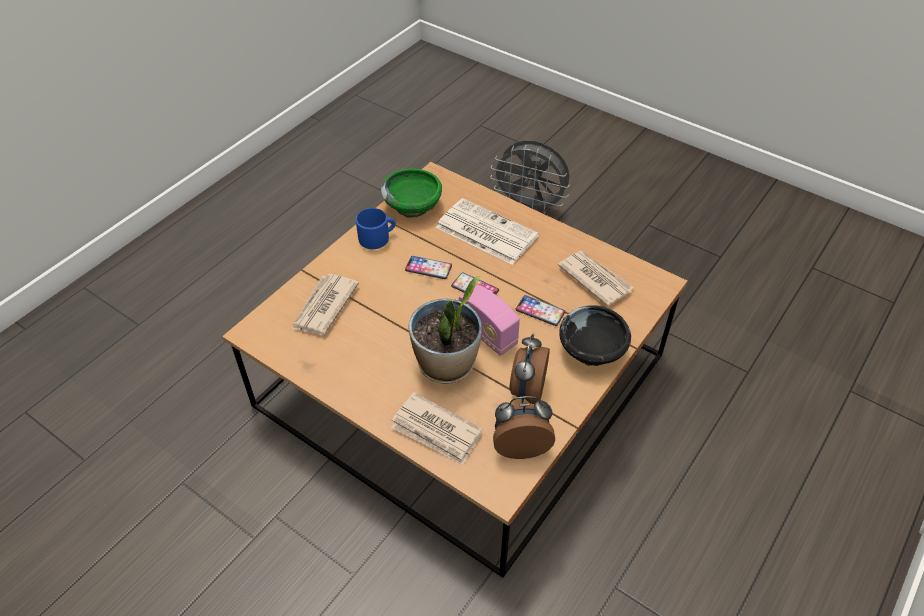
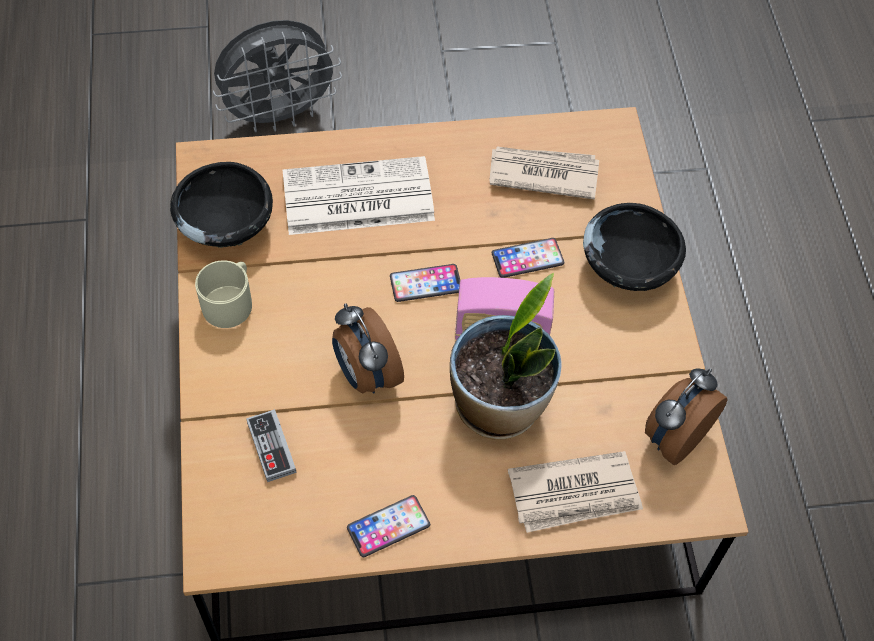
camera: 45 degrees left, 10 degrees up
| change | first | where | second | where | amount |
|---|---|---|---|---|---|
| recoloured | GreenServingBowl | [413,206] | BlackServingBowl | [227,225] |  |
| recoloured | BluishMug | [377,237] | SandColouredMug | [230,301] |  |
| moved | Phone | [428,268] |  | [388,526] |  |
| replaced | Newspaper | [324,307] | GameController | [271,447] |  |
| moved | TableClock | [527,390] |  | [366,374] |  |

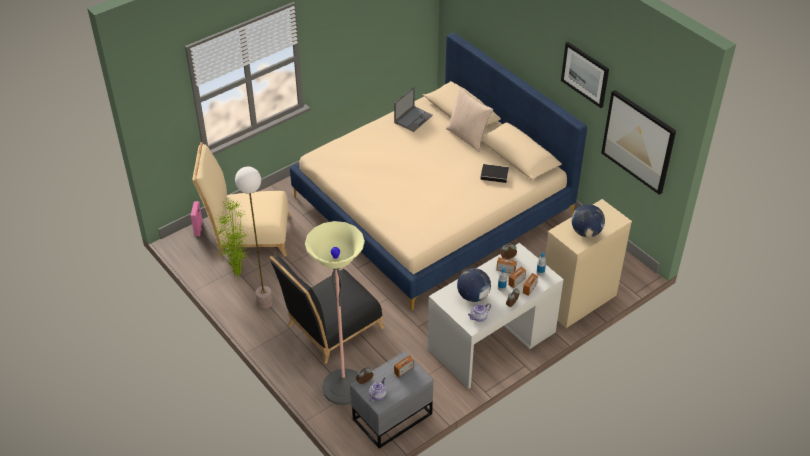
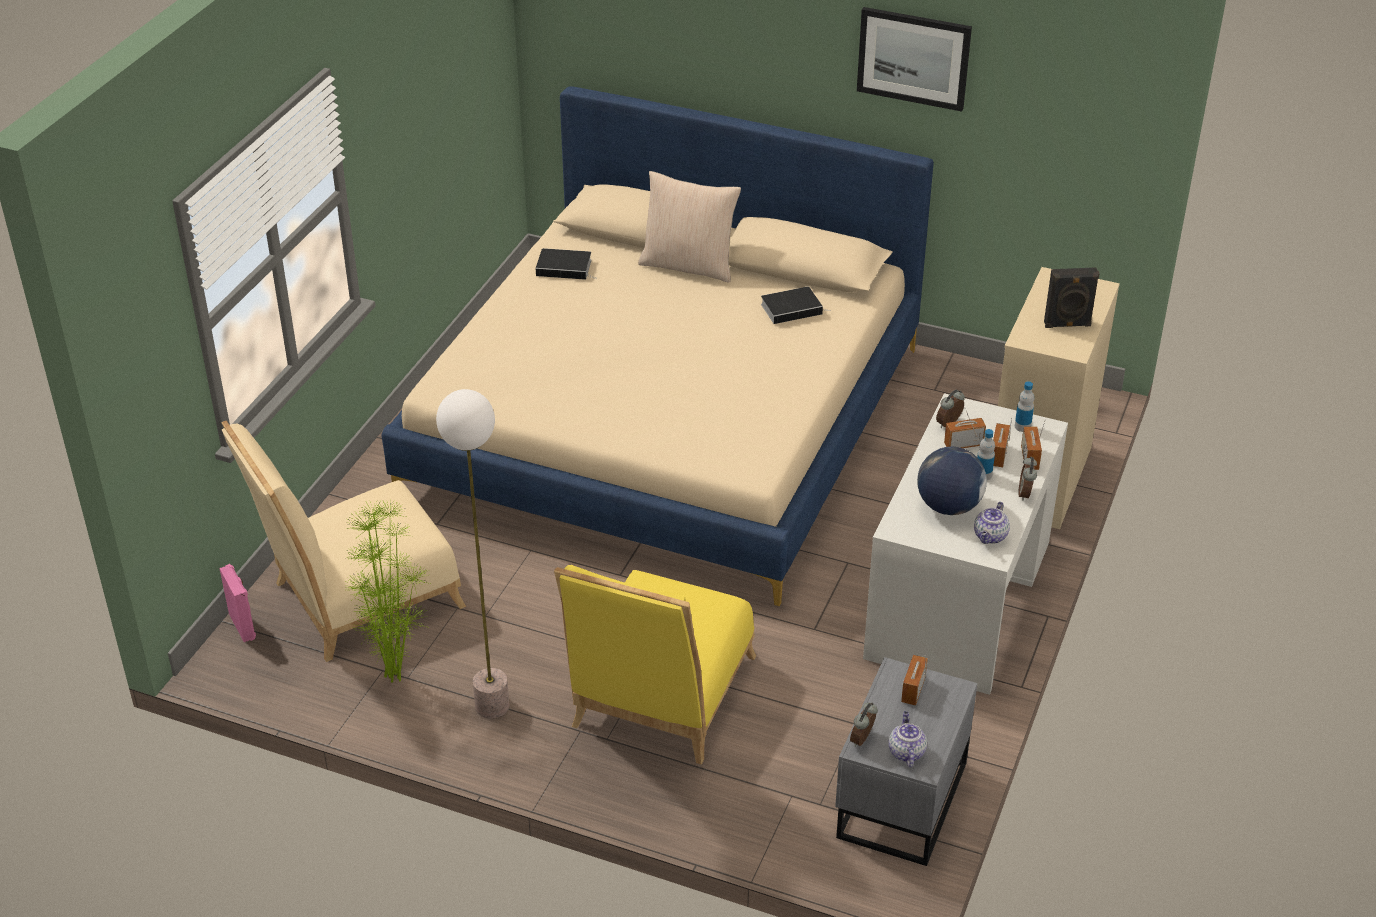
camera: 30 degrees left, 5 degrees down
| change | first | where | second | where | amount |
|---|---|---|---|---|---|
| replaced | PortableComputer | [413,118] | Book | [566,267] |  |
| removed | WallPicture | [638,141] |  |  |  |
| replaced | WorldGlobe | [586,232] | BlackSpeaker | [1067,325] |  |
| removed | StandingLamp | [344,387] |  |  |  |
| recoloured | BlackPlainChair | [330,329] | YellowishPlainChair | [660,700] |  |

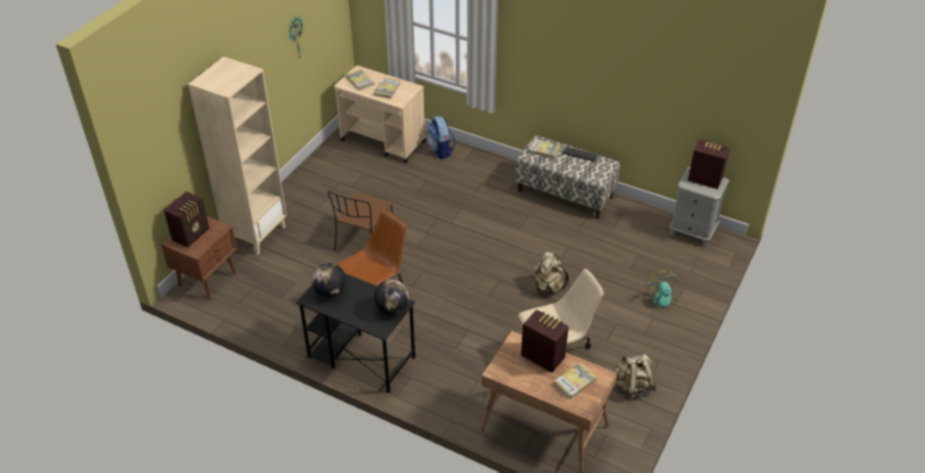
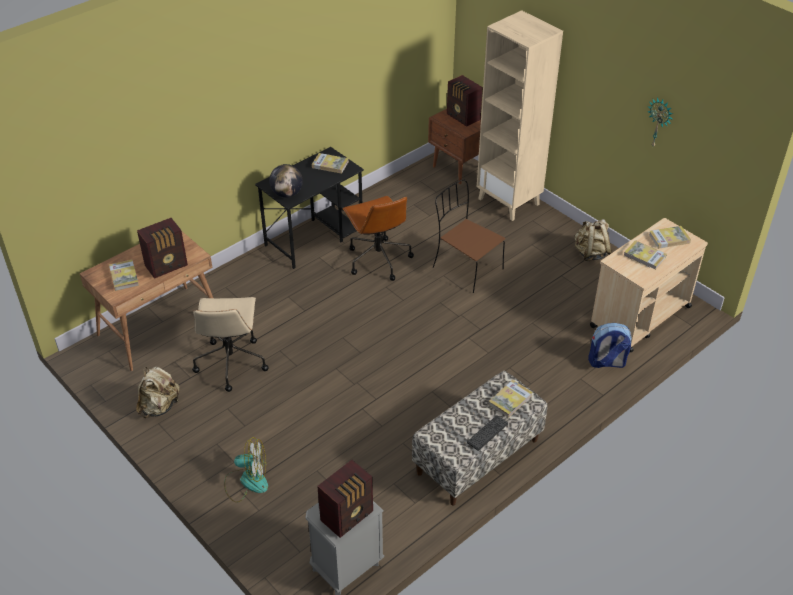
camera: 110 degrees right, 0 degrees up
| change | first | where | second | where | amount |
|---|---|---|---|---|---|
| moved | SandColouredBackpack | [548,287] |  | [591,253] |  |
| replaced | WorldGlobe | [330,292] | Book | [330,164] |  |

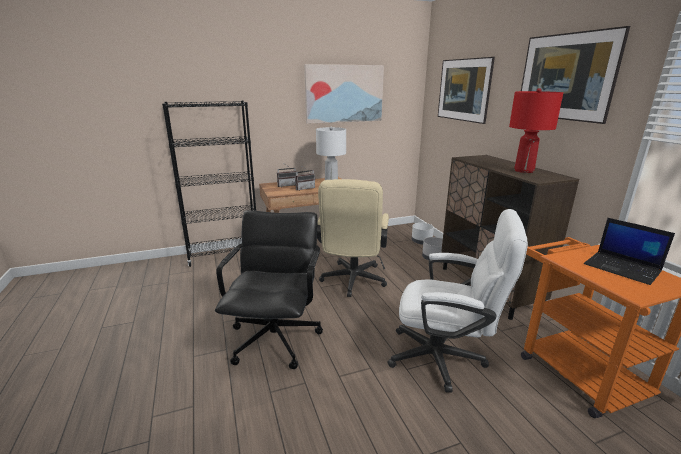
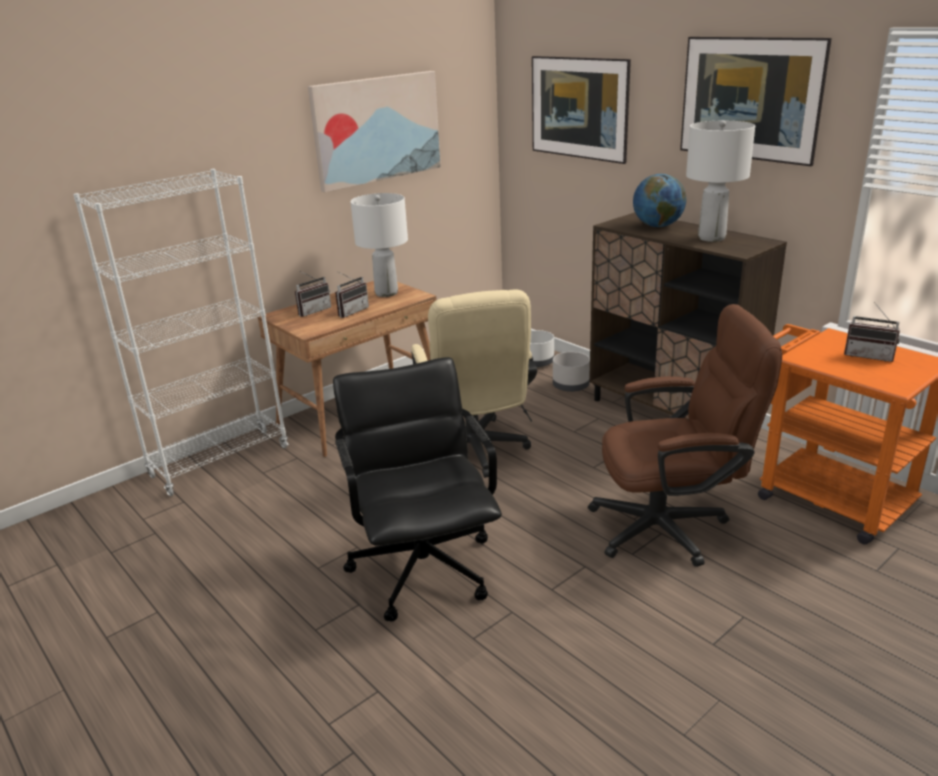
camera: 20 degrees left, 5 degrees up
| change | first | where | second | where | amount |
|---|---|---|---|---|---|
| recoloured | RedLampForATable | [524,171] | WhiteColouredLampForATable | [712,238] |  |
| recoloured | BlackShelvingUnit | [224,256] | WhiteColouredShelvingUnit | [220,462] |  |
| recoloured | WhiteColouredDeskChair | [445,358] | BrownColouredDeskChair | [671,526] |  |
| replaced | PortableComputer | [623,268] | RadioSet | [869,355] |  |
| added |  |  | WorldGlobe | [657,226] |  |

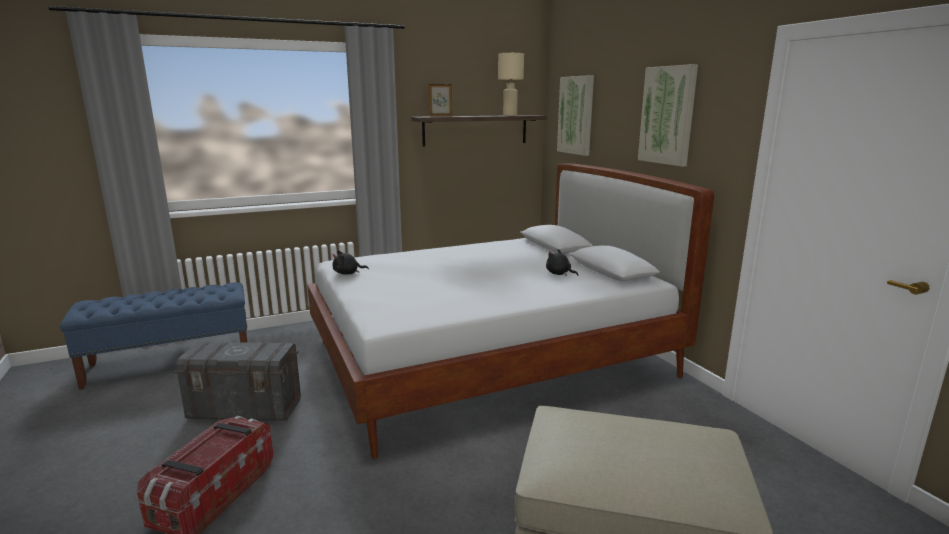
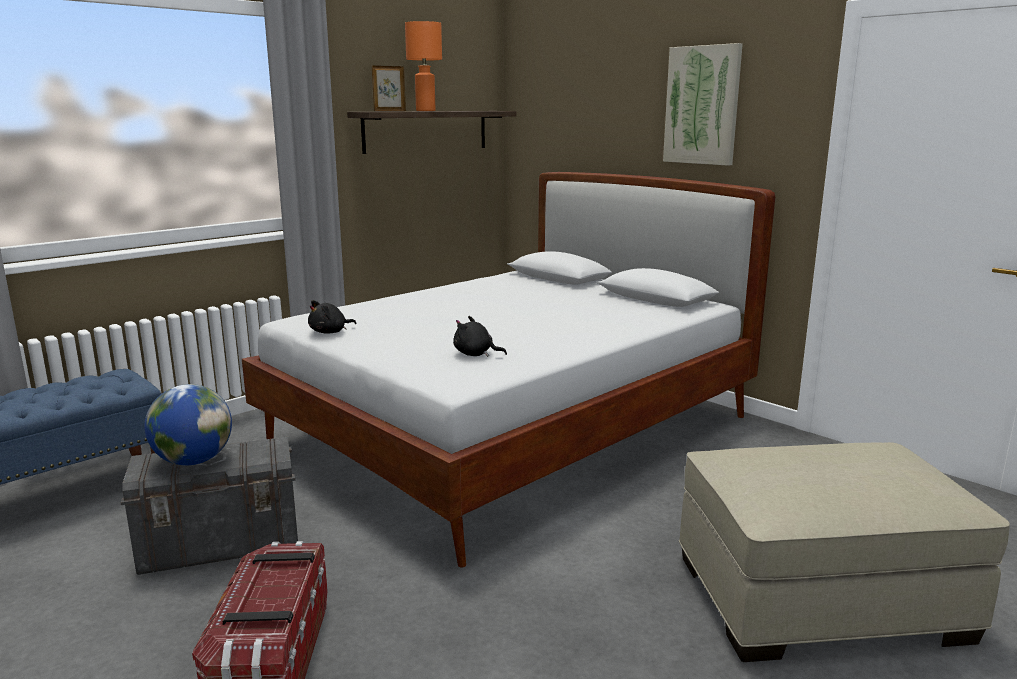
camera: 20 degrees left, 0 degrees up
| change | first | where | second | where | amount |
|---|---|---|---|---|---|
| removed | SandColouredLampForATable | [509,115] |  |  |  |
| removed | WallPicture | [576,115] |  |  |  |
| moved | BlackCuddlyToy | [559,274] |  | [475,354] |  |
| added |  |  | OrangeLampForATable | [425,111] |  |
| added |  |  | WorldGlobe | [193,461] |  |

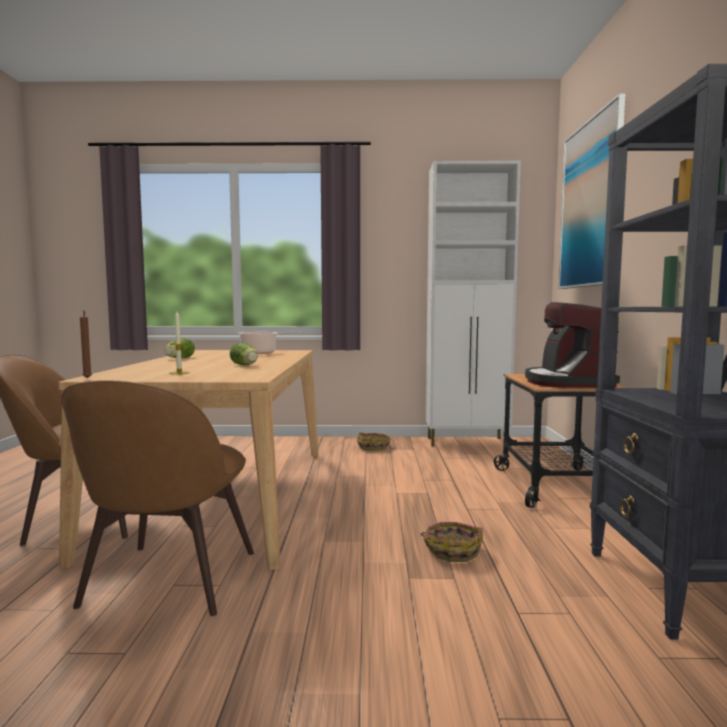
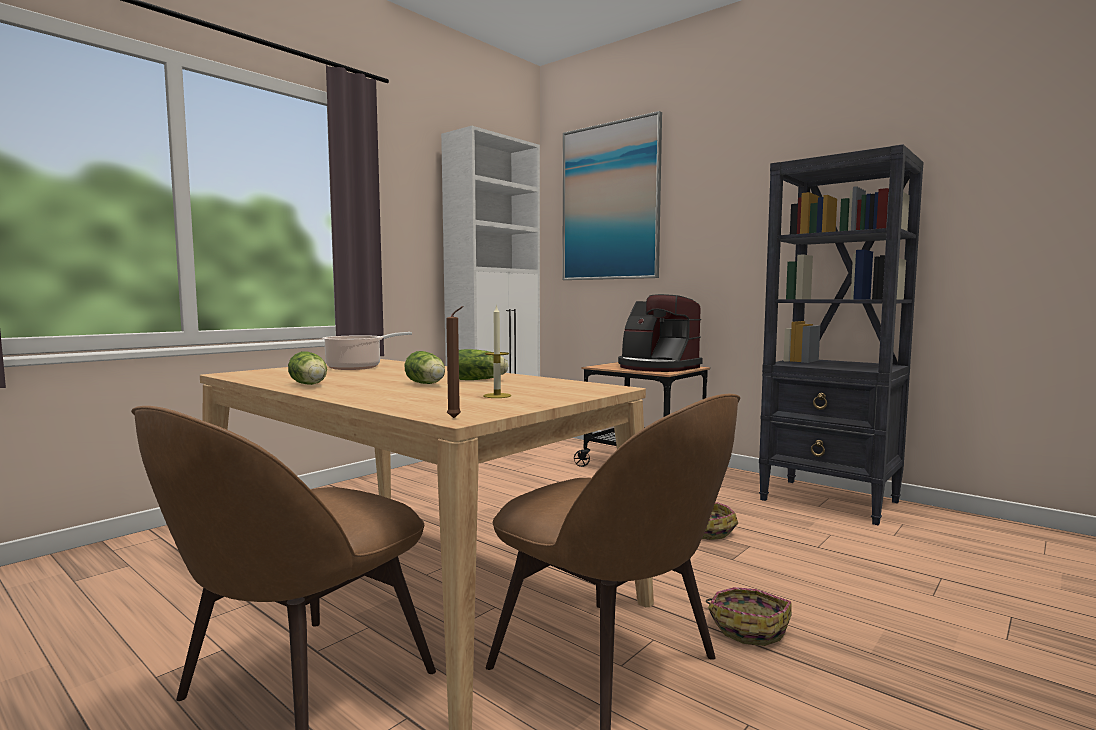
camera: 50 degrees left, 0 degrees up
| change | first | where | second | where | amount |
|---|---|---|---|---|---|
| moved | HouseholdBasket | [373,446] |  | [748,627] |  |
| added |  |  | LettuceHead | [427,384] |  |

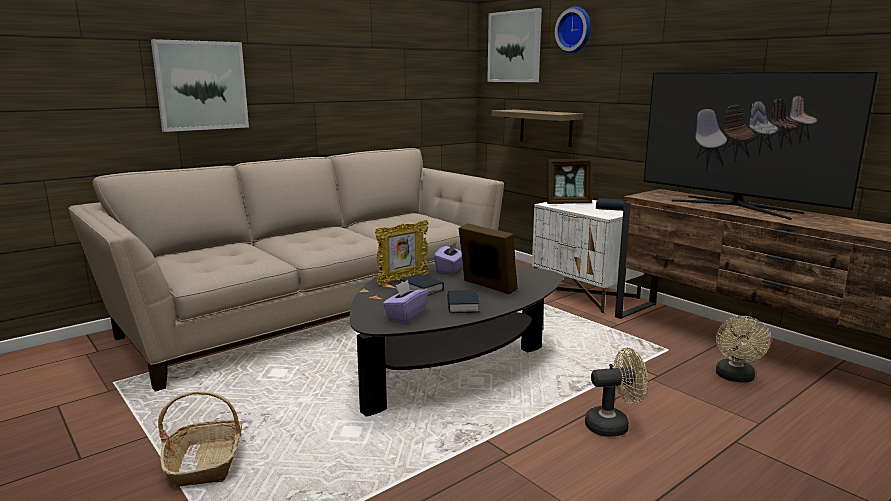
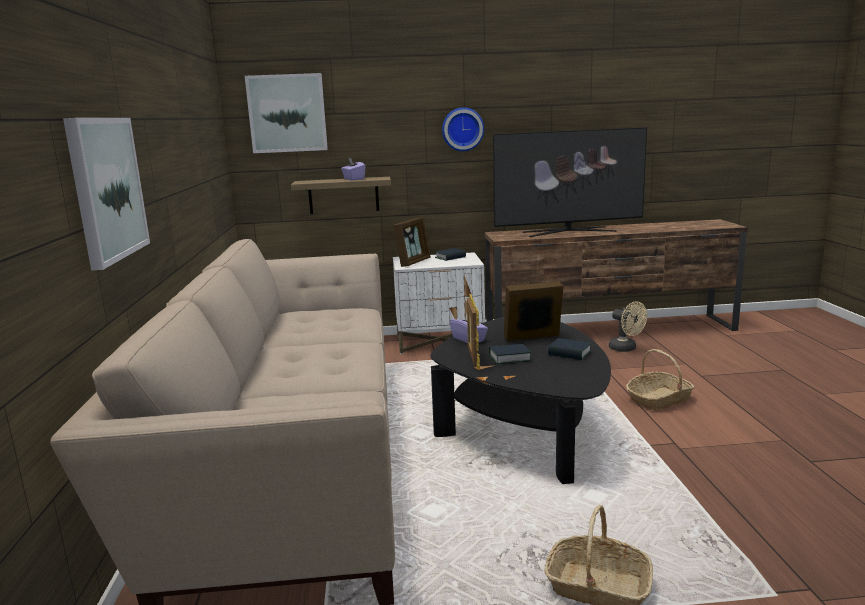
camera: 55 degrees left, 0 degrees up
| change | first | where | second | where | amount |
|---|---|---|---|---|---|
| moved | HangingClock | [575,30] |  | [462,129] |  |
| moved | PurplishTissueBox | [406,315] |  | [353,179] |  |
| replaced | SandColouredElectricFan | [613,425] | HouseholdBasket | [659,399] |  |

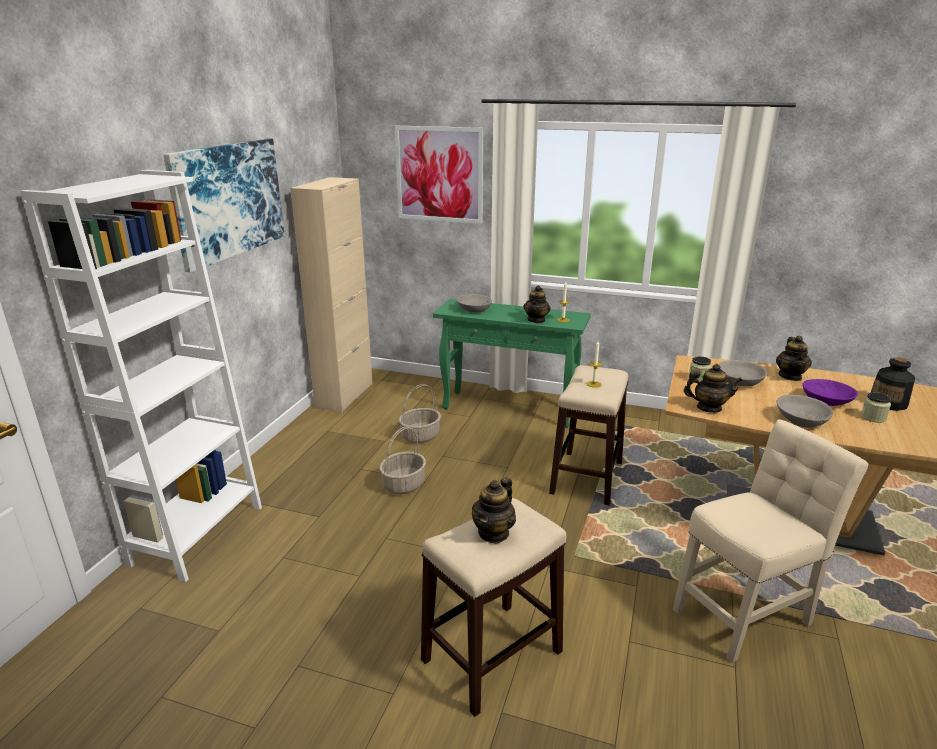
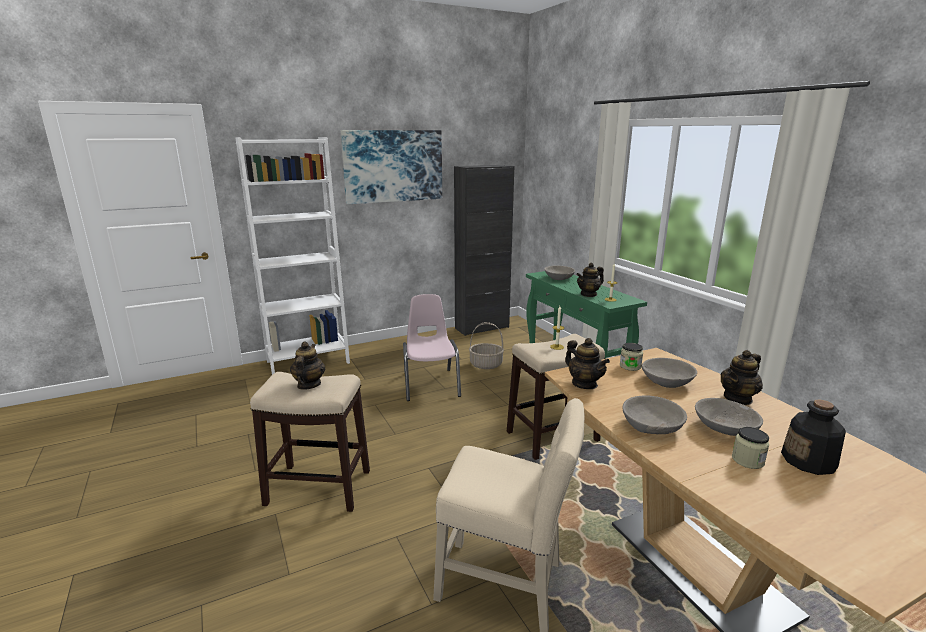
camera: 45 degrees right, 5 degrees down
| change | first | where | second | where | amount |
|---|---|---|---|---|---|
| removed | WallPicture | [439,174] |  |  |  |
| recoloured | SandColouredStorageCabinet | [344,395] | BlackStorageCabinet | [482,328] |  |
| recoloured | PurplishServingBowl | [826,401] | GreyServingBowl | [724,428] |  |
| replaced | HouseholdBasket | [403,484] | PinkishPlainChair | [431,384] |  |
| turned | Teapot | [494,533] |  | [308,385] | 105 degrees clockwise |

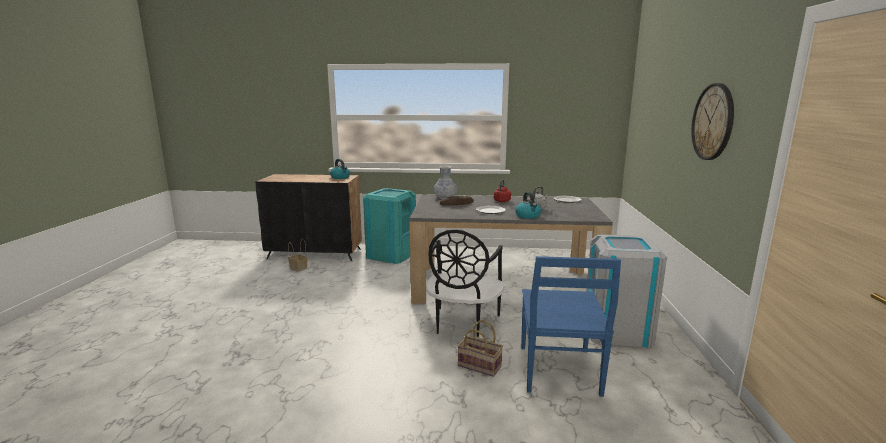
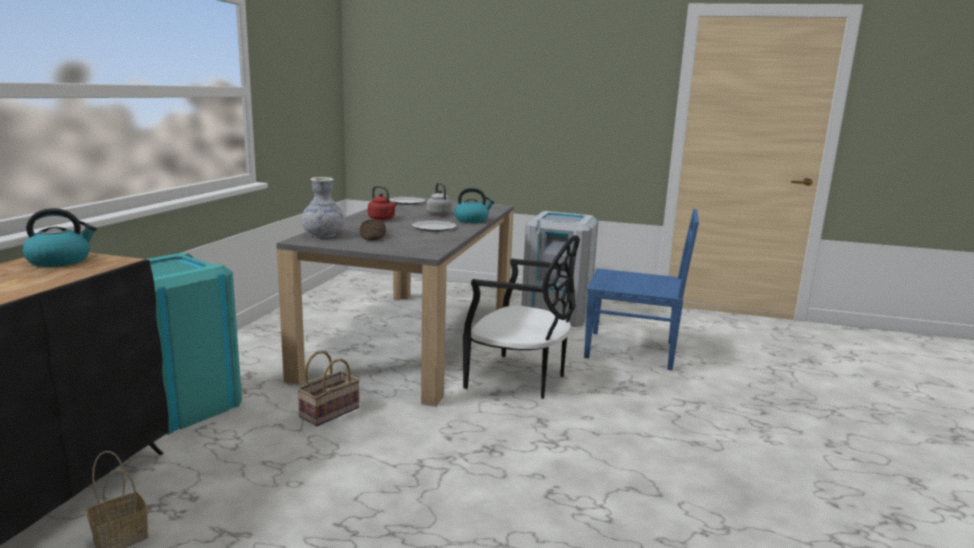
camera: 80 degrees left, 0 degrees up
| change | first | where | second | where | amount |
|---|---|---|---|---|---|
| removed | HangingClock | [713,122] |  |  |  |
| moved | HouseholdBasket | [481,366] |  | [330,411] |  |

